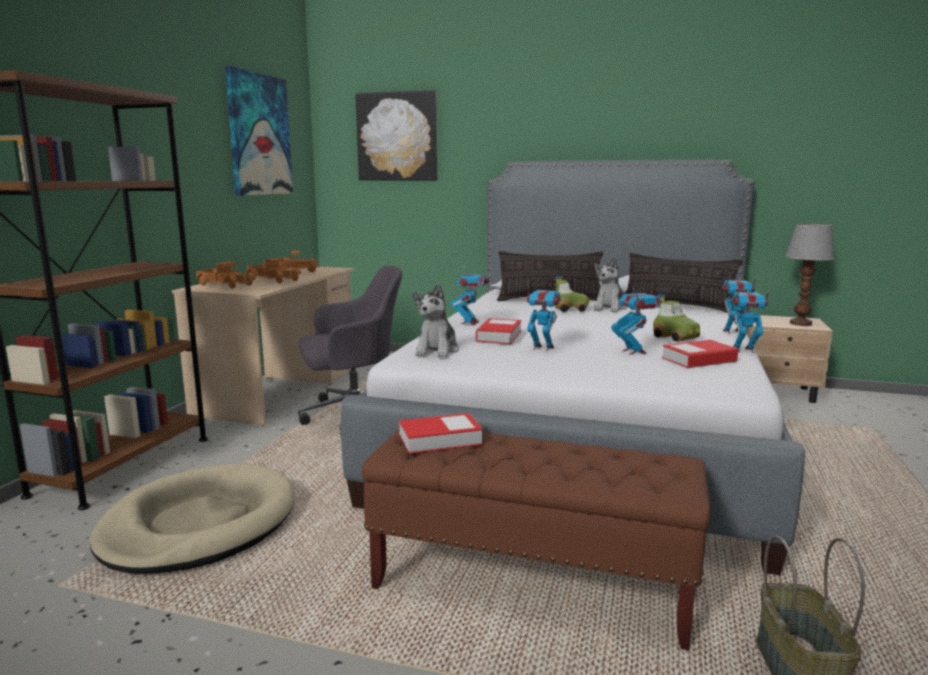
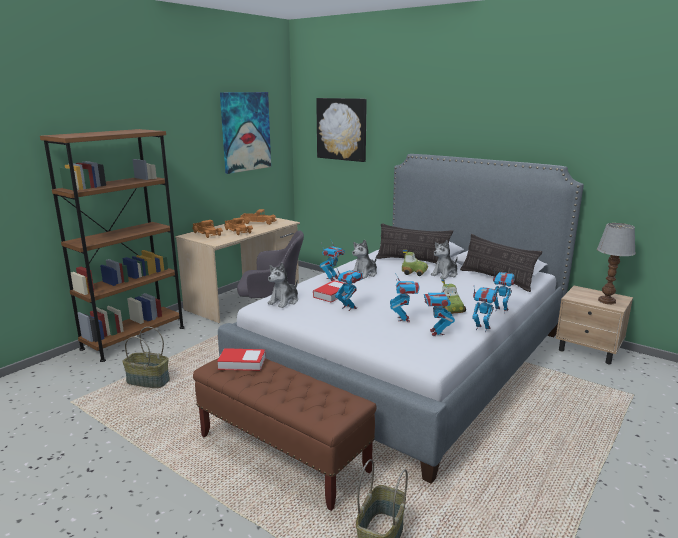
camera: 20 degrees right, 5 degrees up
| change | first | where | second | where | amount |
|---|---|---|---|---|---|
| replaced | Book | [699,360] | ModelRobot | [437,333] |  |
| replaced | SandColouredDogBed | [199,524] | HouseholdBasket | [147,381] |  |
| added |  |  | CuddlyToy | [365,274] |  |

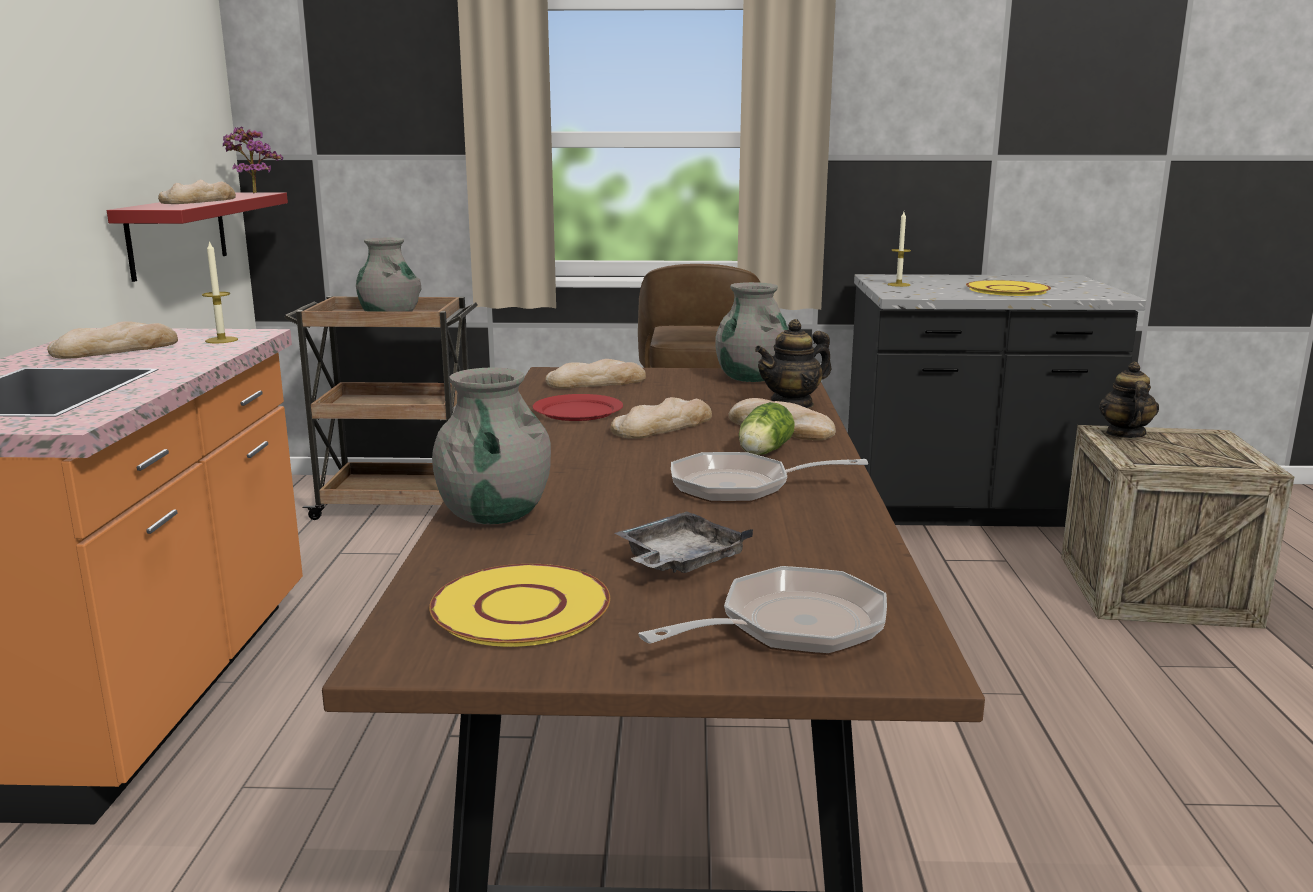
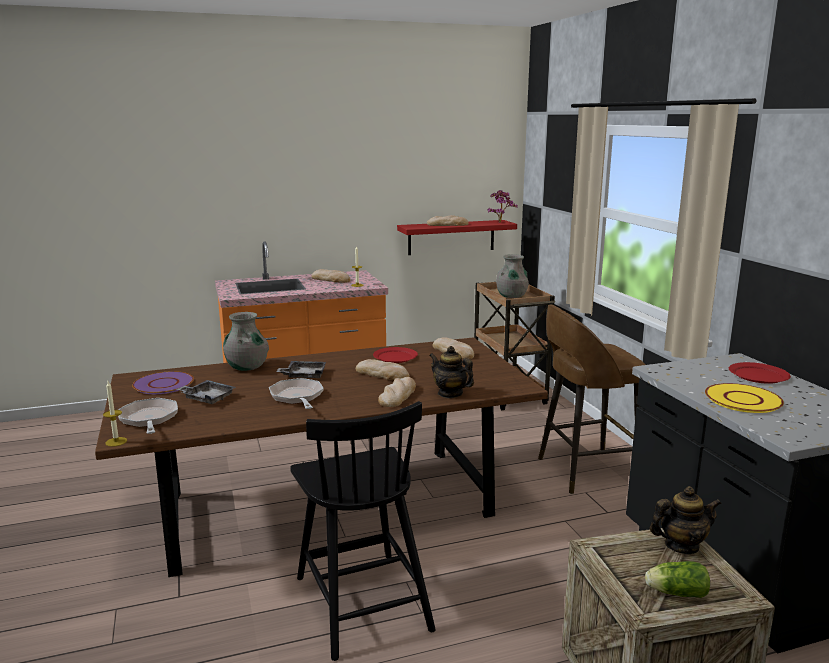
camera: 70 degrees right, 0 degrees up
| change | first | where | second | where | amount |
|---|---|---|---|---|---|
| moved | WaxCandle | [898,285] |  | [116,442] |  |
| removed | GreyDecorativeVase | [751,379] |  |  |  |
| moved | LettuceHead | [762,453] |  | [674,592] |  |
| recoloured | YellowishPlate | [520,608] | PurplishPlate | [163,384] |  |
| turned | FryingPan | [791,627] |  | [149,420] | 150 degrees counterclockwise |
| added |  |  | GreyServingTray | [304,375] |  |
| added |  |  | RedPlate | [758,375] |  |
| added |  |  | BlackPlainChair | [362,601] |  |

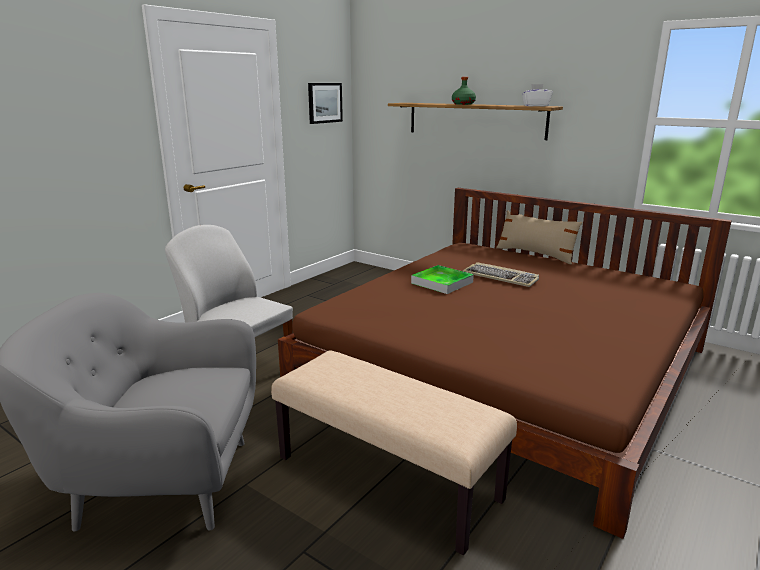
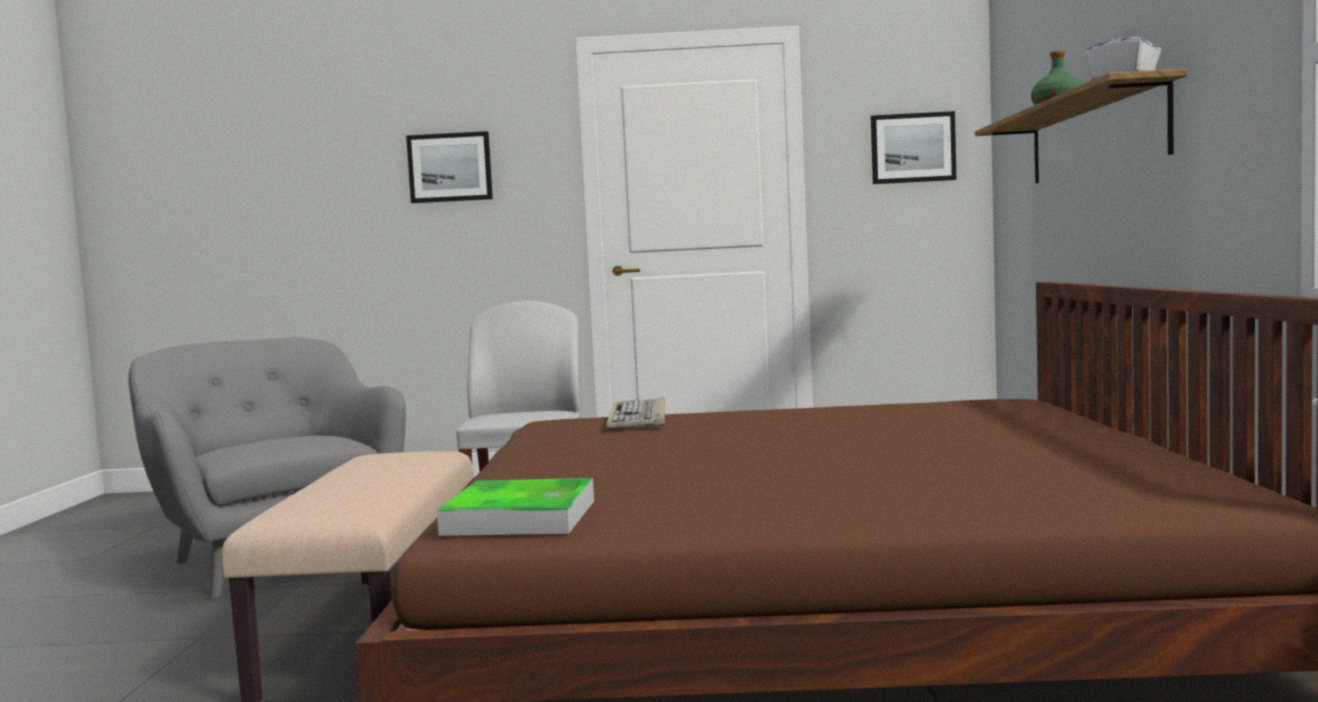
camera: 55 degrees right, 15 degrees down
| change | first | where | second | where | amount |
|---|---|---|---|---|---|
| removed | SandColouredCushion | [535,254] |  |  |  |
| moved | ComputerKeyboard | [501,277] |  | [638,418] |  |
| moved | ServingTray | [442,283] |  | [520,517] |  |
| added |  |  | WallPicture | [450,167] |  |

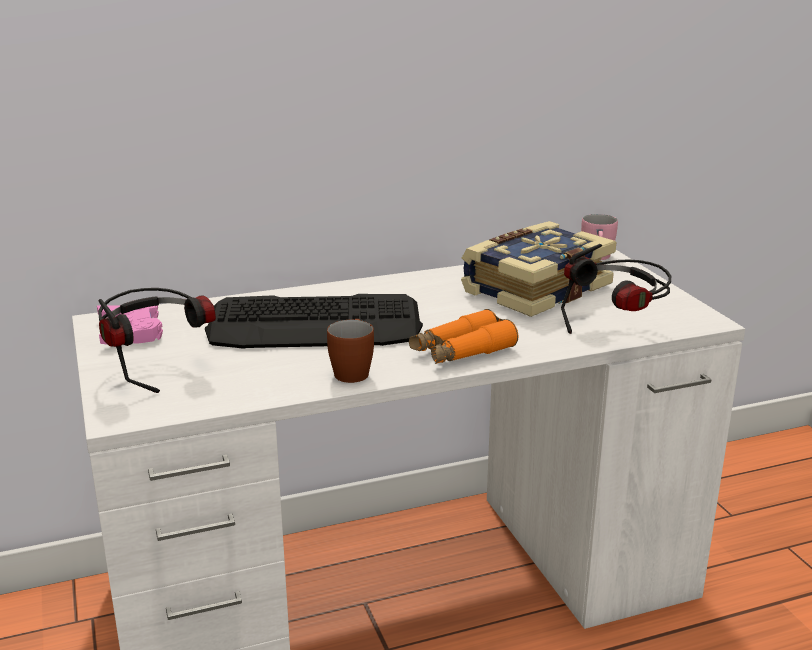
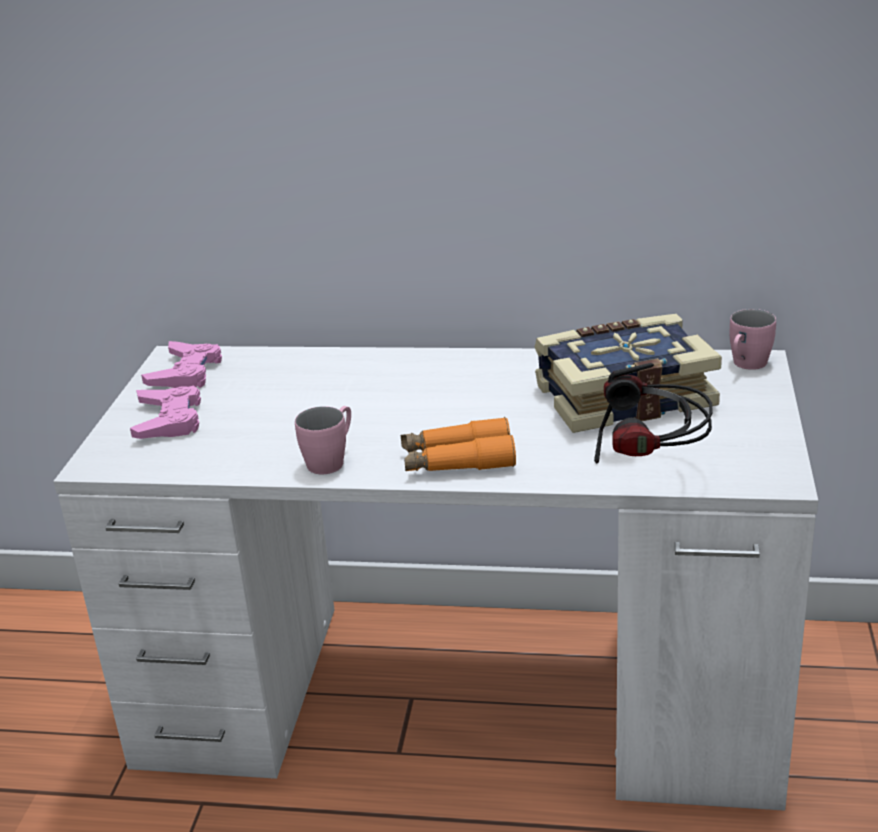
camera: 30 degrees right, 5 degrees up
| change | first | where | second | where | amount |
|---|---|---|---|---|---|
| replaced | Headphones | [156,369] | PinkishGameController | [169,420] |  |
| removed | ComputerKeyboard | [315,325] |  |  |  |
| recoloured | BrownColouredMug | [353,370] | PinkishMug | [331,460] |  |

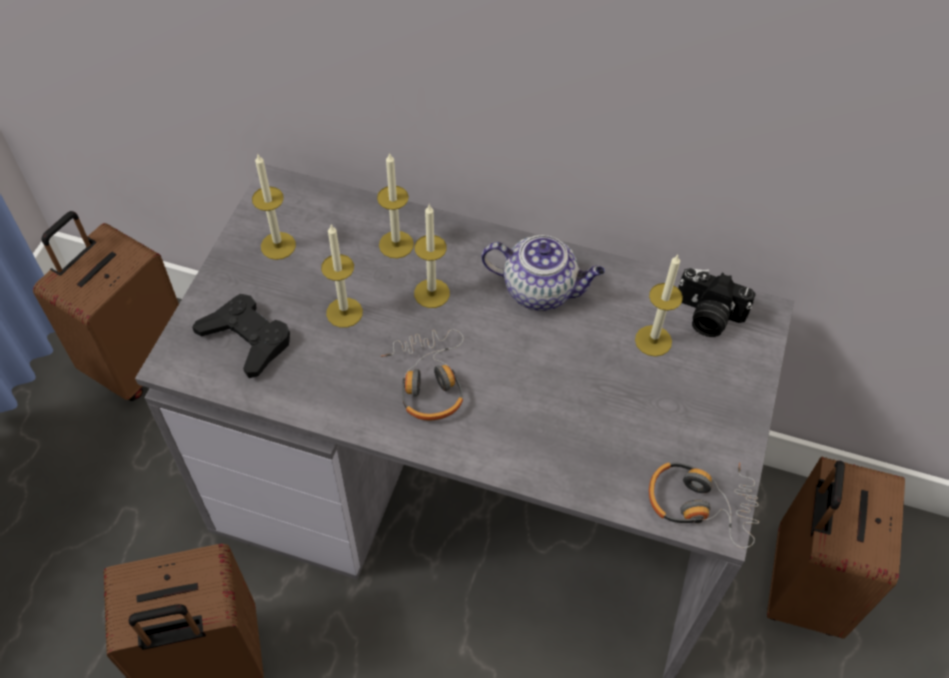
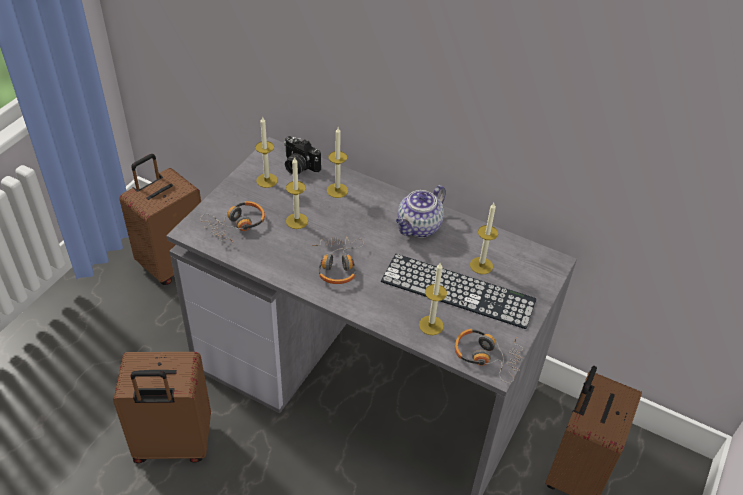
camera: 10 degrees right, 10 degrees down
| change | first | where | second | where | amount |
|---|---|---|---|---|---|
| moved | WaxCandle | [431,293] |  | [431,325] |  |
| turned | Teapot | [541,290] |  | [419,228] | 105 degrees clockwise |
| moved | StillCamera | [707,316] |  | [298,166] |  |
| replaced | BlackGameController | [247,339] | Headphones | [236,225] |  |
| added |  |  | ComputerKeyboard | [458,290] |  |

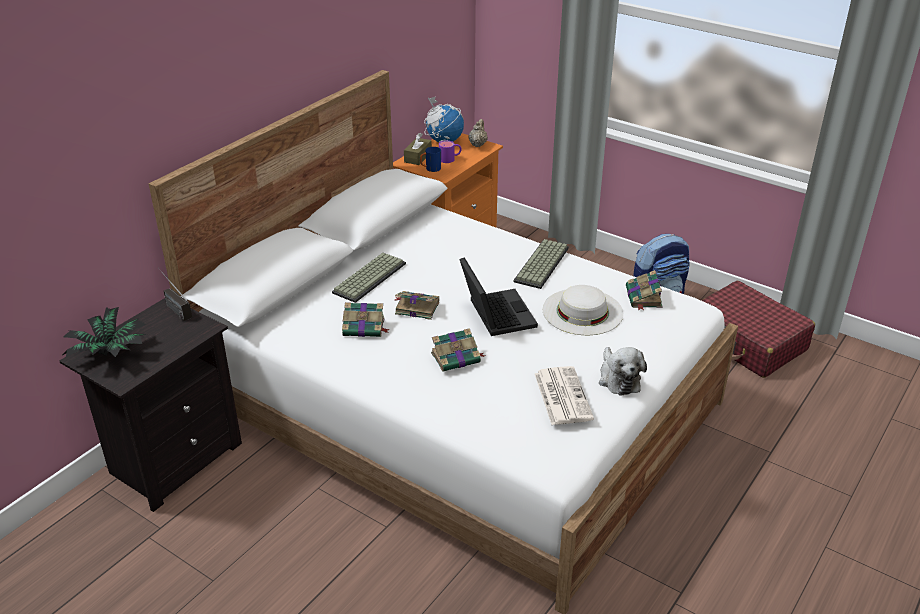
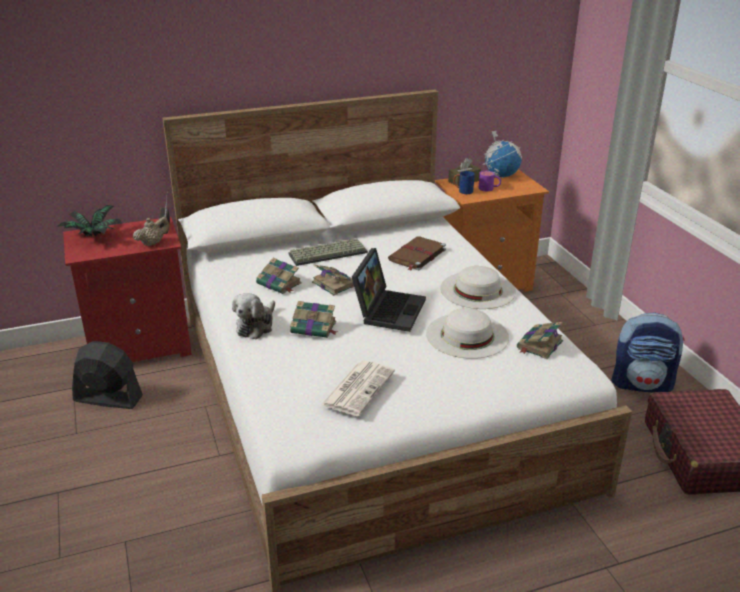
camera: 35 degrees right, 5 degrees down
| change | first | where | second | where | amount |
|---|---|---|---|---|---|
| moved | SandColouredTeapot | [478,144] |  | [153,243] |  |
| replaced | ComputerKeyboard | [542,265] | WhiteColouredWearableHat | [477,290] |  |
| recoloured | BlackBedsideTable | [173,459] | RedBedsideTable | [140,346] |  |
| moved | CuddlyToy | [618,378] |  | [256,325] |  |
| added |  |  | BrownColouredBook | [417,255] |  |
| added |  |  | BlackElectricFan | [108,398] |  |

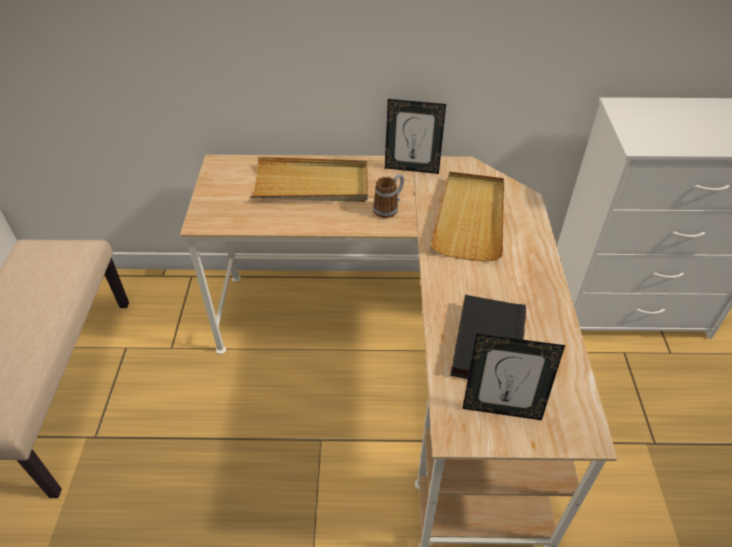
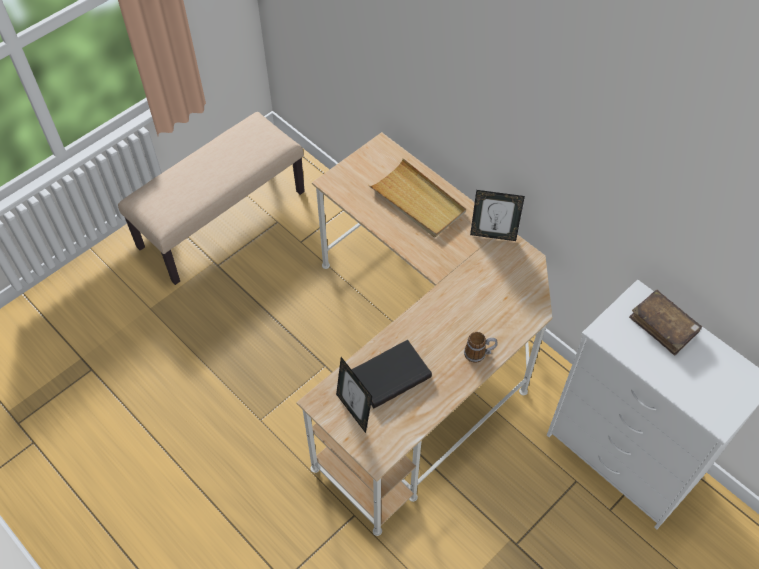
camera: 45 degrees right, 10 degrees up
| change | first | where | second | where | amount |
|---|---|---|---|---|---|
| turned | StandingFrame | [412,168] |  | [493,235] | 45 degrees counterclockwise |
| removed | SandColouredServingTray | [470,218] |  |  |  |
| moved | Mug | [389,208] |  | [479,353] |  |
| added |  |  | BrownColouredBook | [663,326] |  |

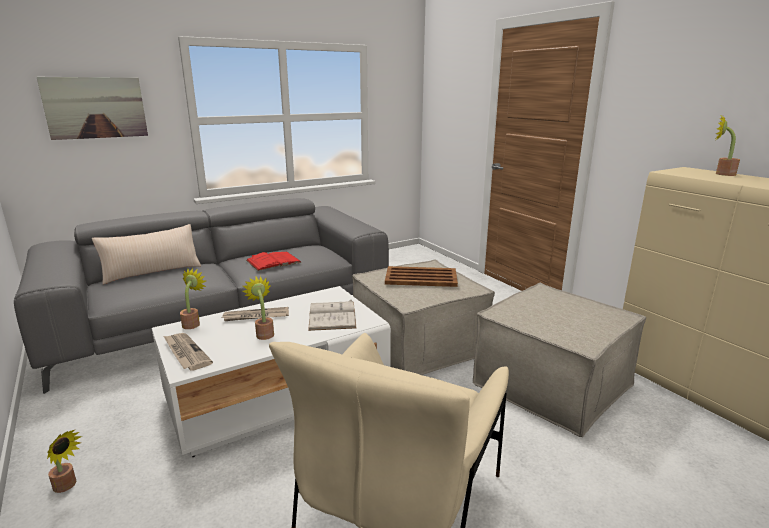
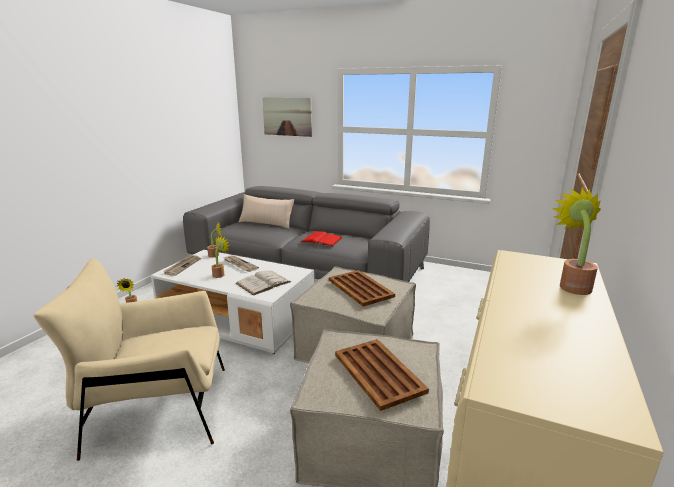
camera: 55 degrees right, 0 degrees up
| change | first | where | second | where | amount |
|---|---|---|---|---|---|
| added |  |  | BrownColouredServingTray | [379,373] |  |

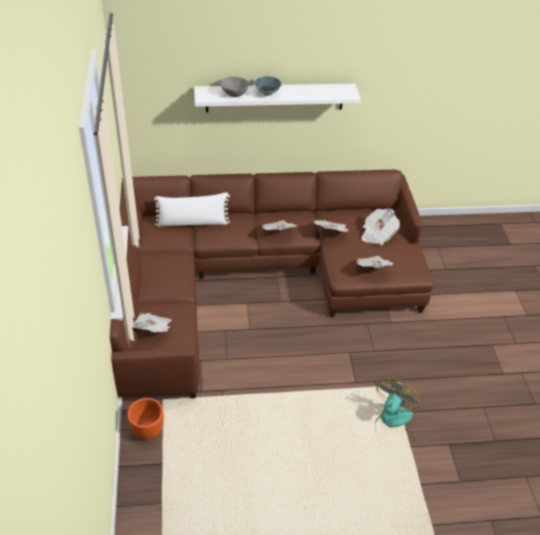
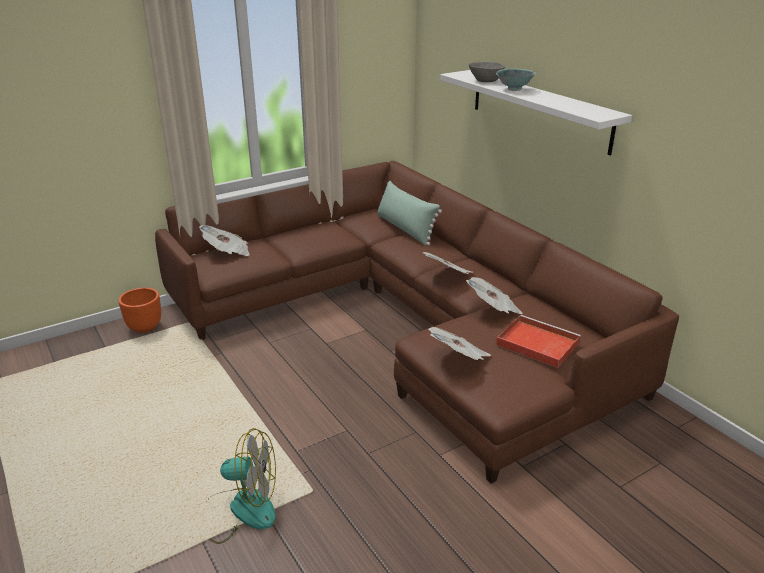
camera: 65 degrees right, 15 degrees down
| change | first | where | second | where | amount |
|---|---|---|---|---|---|
| recoloured | WhiteColouredCushion | [193,223] | GreenCushion | [405,229] |  |
| replaced | Newspaper | [377,234] | RedServingTray | [536,343] |  |

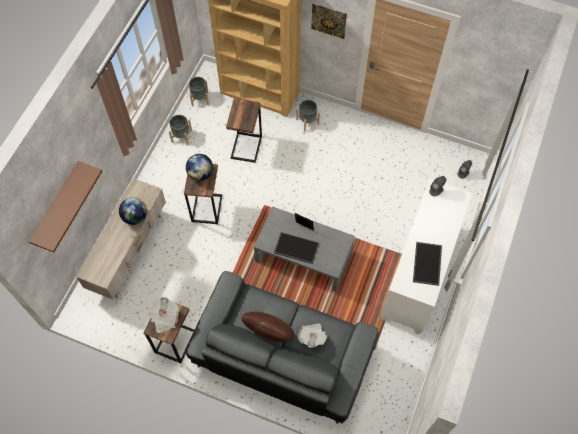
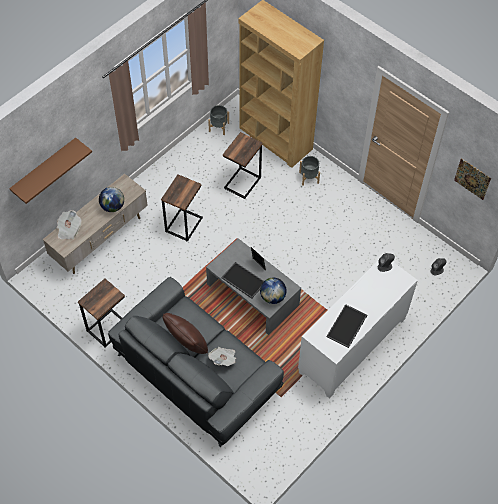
camera: 20 degrees right, 5 degrees down
| change | first | where | second | where | amount |
|---|---|---|---|---|---|
| moved | WallPicture | [328,21] |  | [472,179] |  |
| removed | GreyPlanter | [181,136] |  |  |  |
| moved | WorldGlobe | [200,174] |  | [272,297] |  |
| moved | Newspaper | [164,318] |  | [69,229] |  |

